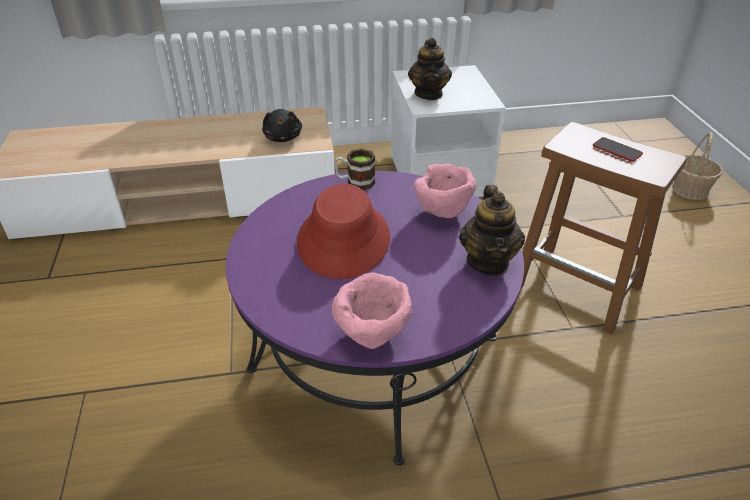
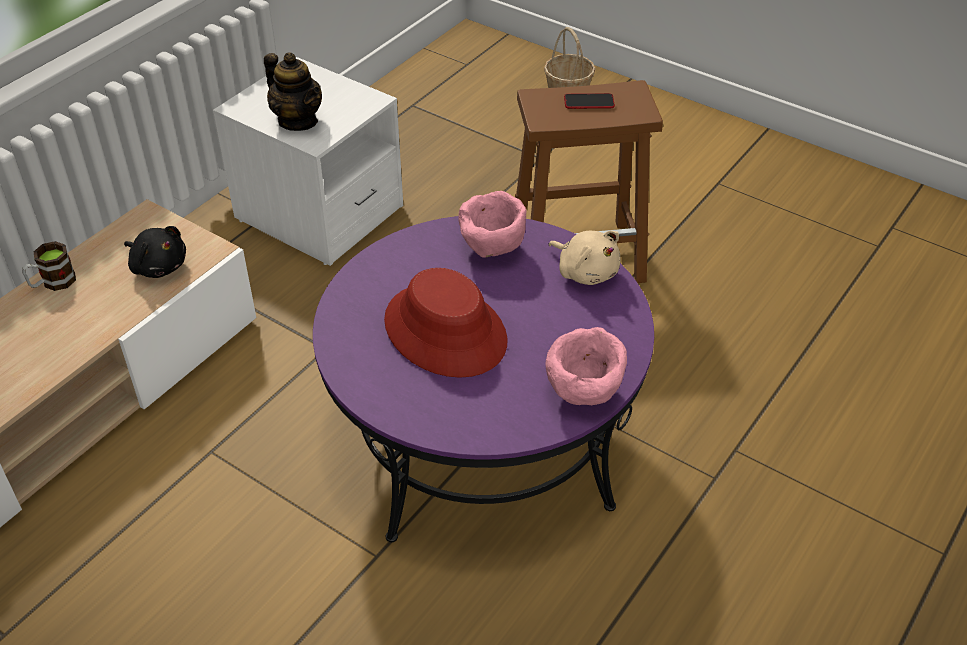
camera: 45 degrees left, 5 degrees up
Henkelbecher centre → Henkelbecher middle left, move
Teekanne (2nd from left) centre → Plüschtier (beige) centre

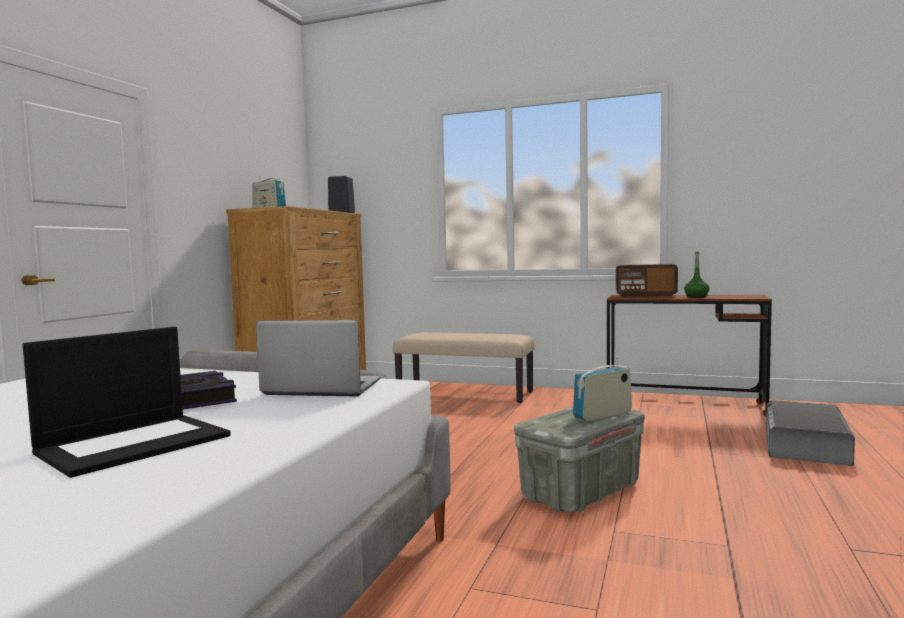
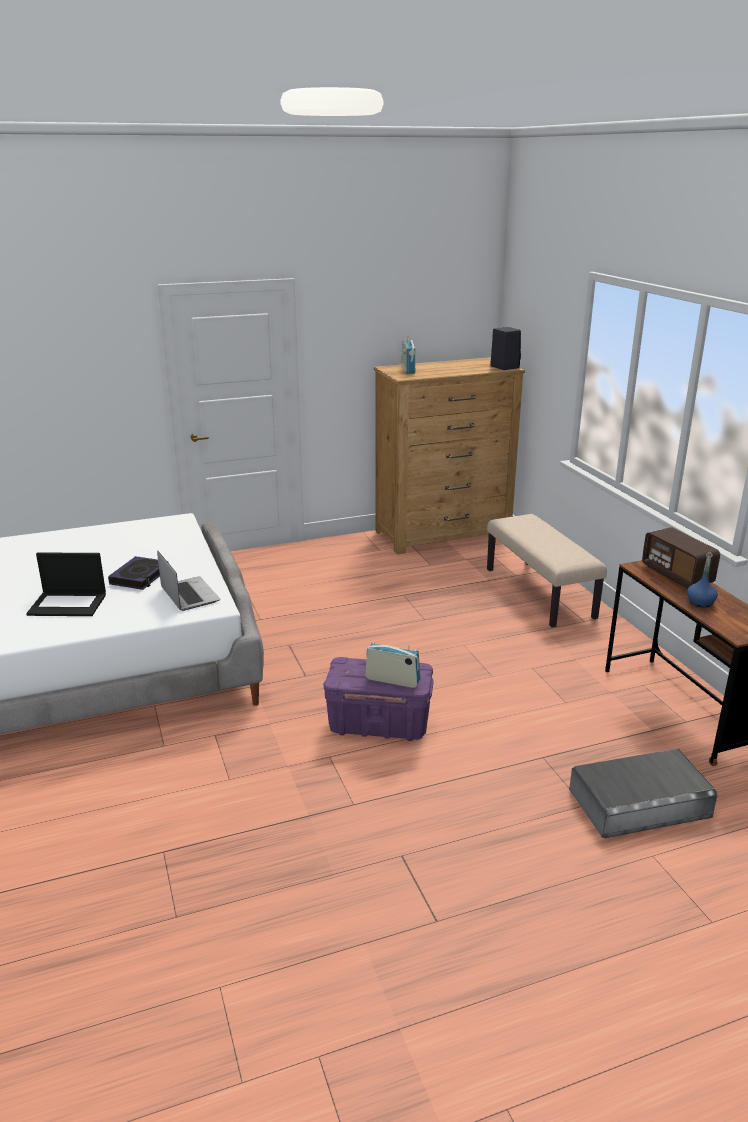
camera: 50 degrees right, 20 degrees up
Aufbewahrungsbox (grau) (1st from left) bottom centre → Aufbewahrungsbox (lila) centre
Flasche (grün) middle right → Flasche (blau) middle right

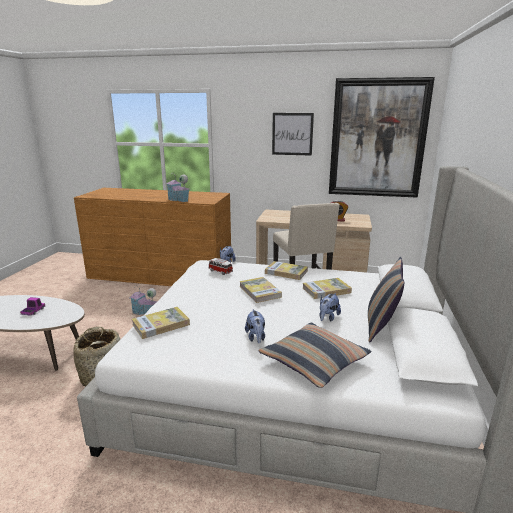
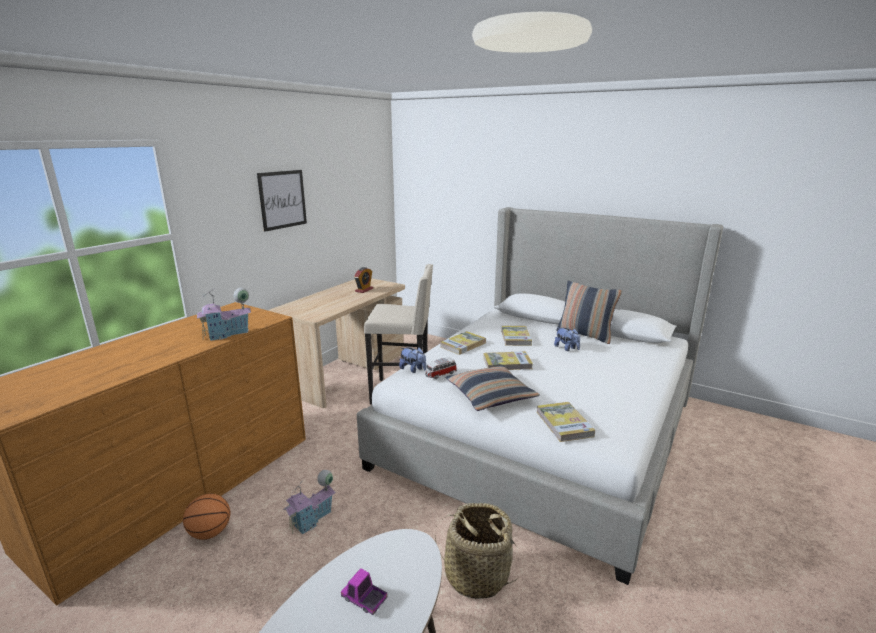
camera: 70 degrees left, 0 degrees up
- → Basketball bottom left
Kissen (1st from left) bottom centre → Kissen (1st from left) centre, move
Plüschtier (2nd from left) centre → -
Bild (2nd from left) top right → -

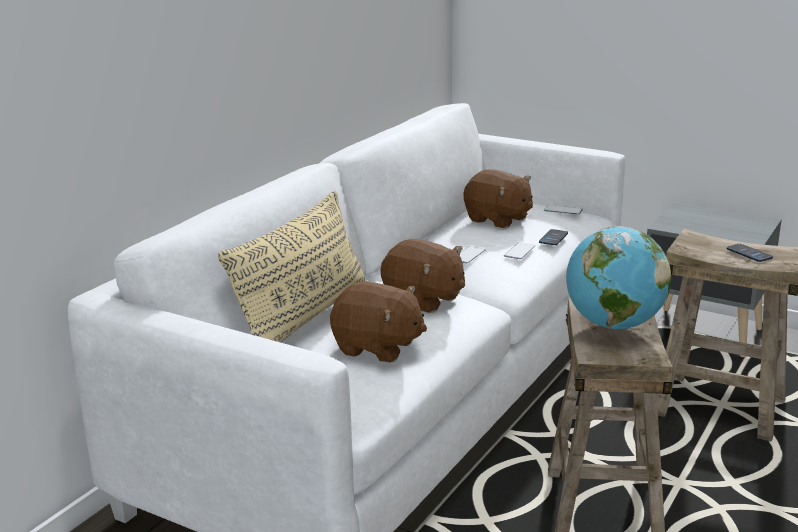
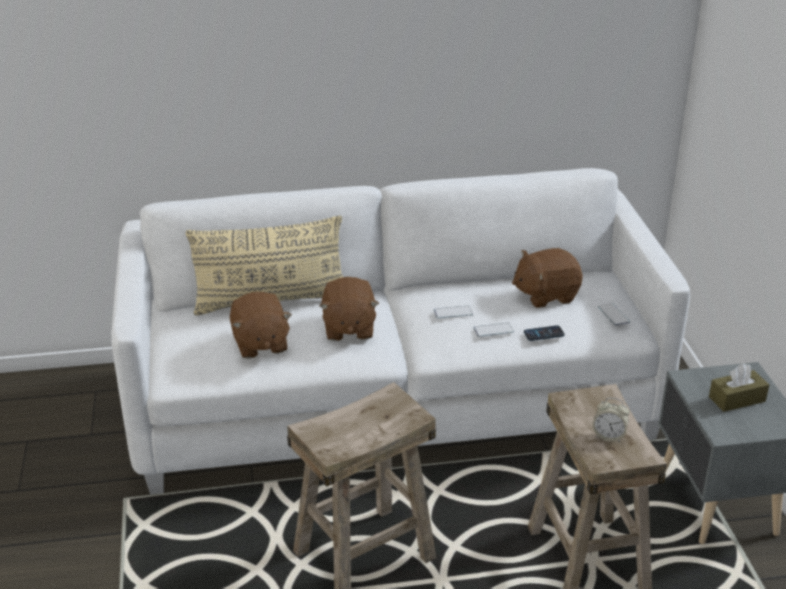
camera: 50 degrees right, 10 degrees up
Plüschtier (braun) (3rd from left) centre → Plüschtier (braun) (3rd from left) middle right, 75 degrees clockwise
Handy (5th from left) middle right → Wecker bottom right
- → Taschentuchbox (braun) middle right
Globus middle right → -

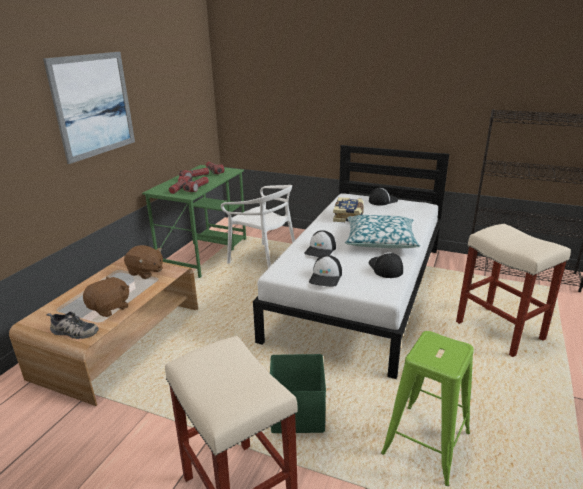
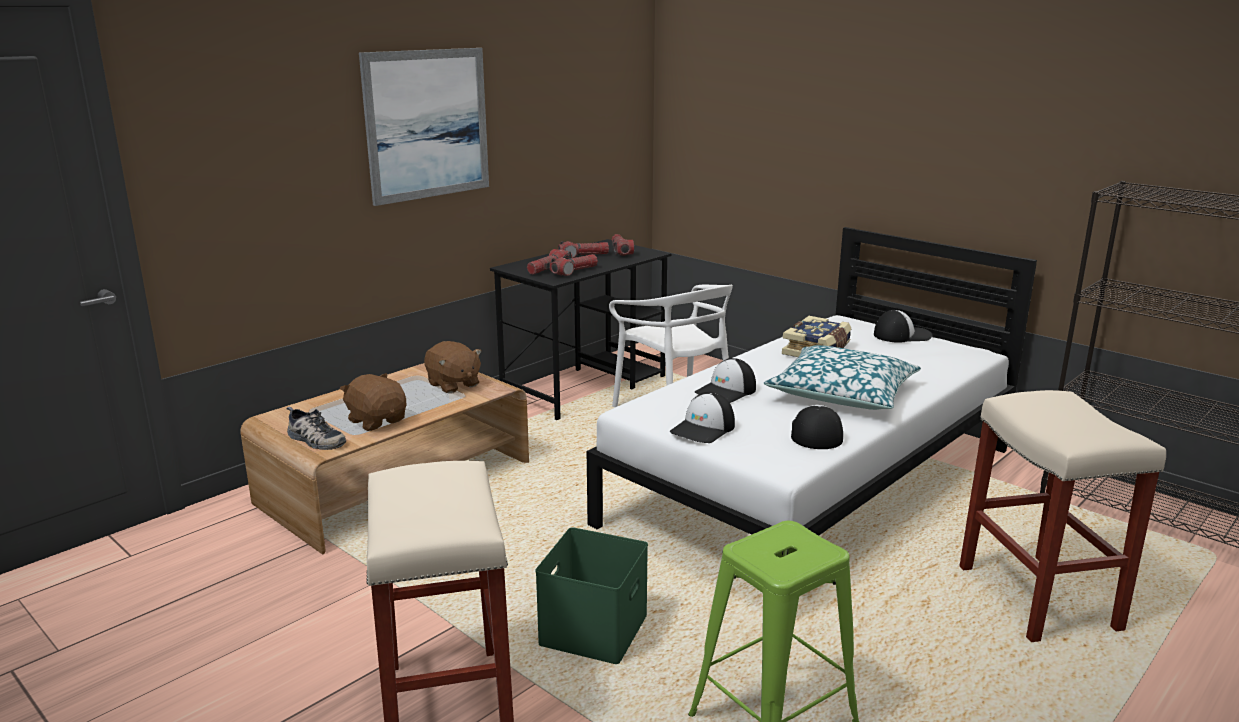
camera: 20 degrees right, 5 degrees down
Plüschtier (braun) (1st from left) middle left, 105 degrees counterclockwise
Schreibtisch (grün) middle left → Schreibtisch (schwarz) centre

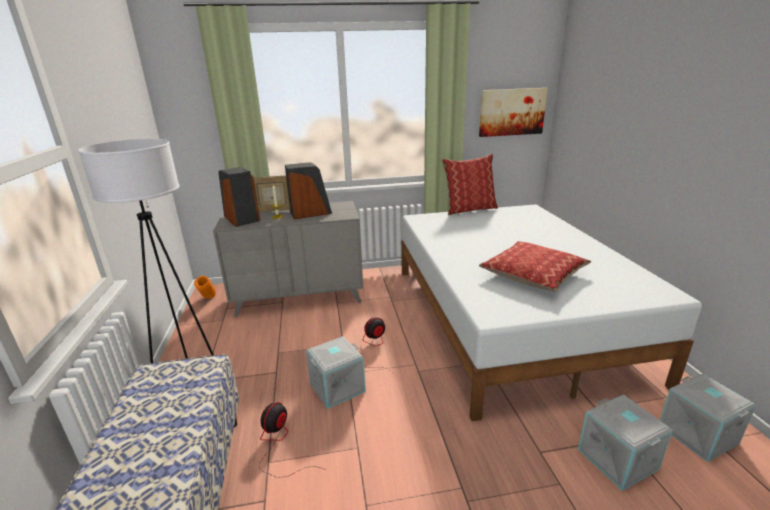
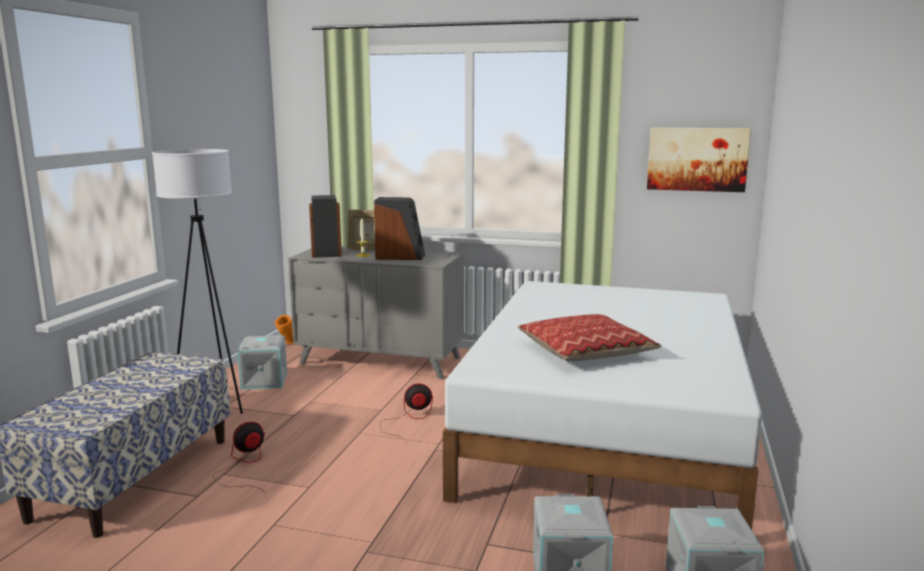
camera: 25 degrees right, 10 degrees down
Aufbewahrungsbox (grau) (1st from left) bottom centre → Aufbewahrungsbox (grau) (1st from left) middle left, move
Kissen (1st from left) centre → -

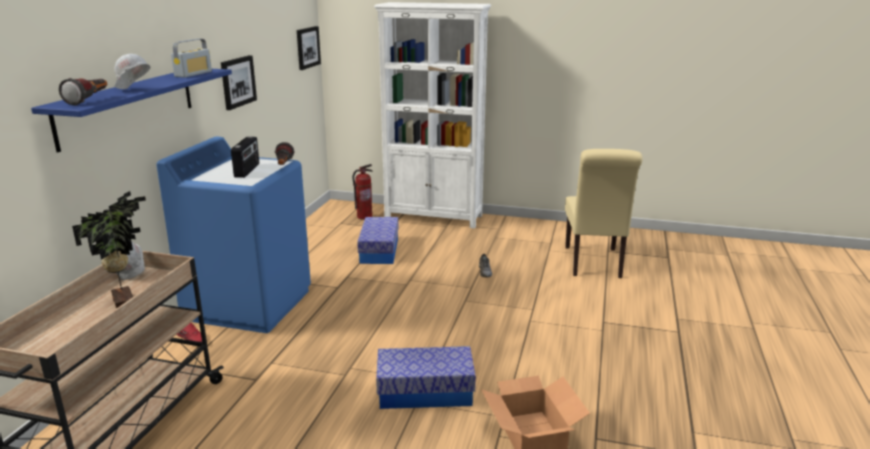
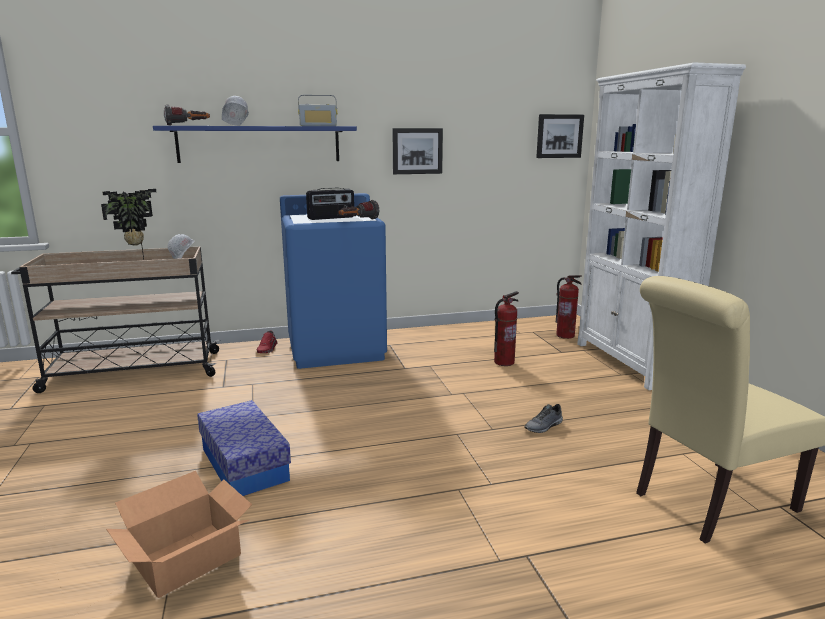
camera: 60 degrees right, 5 degrees down
Aufbewahrungsbox (1st from left) centre → Feuerlöscher (1st from left) centre

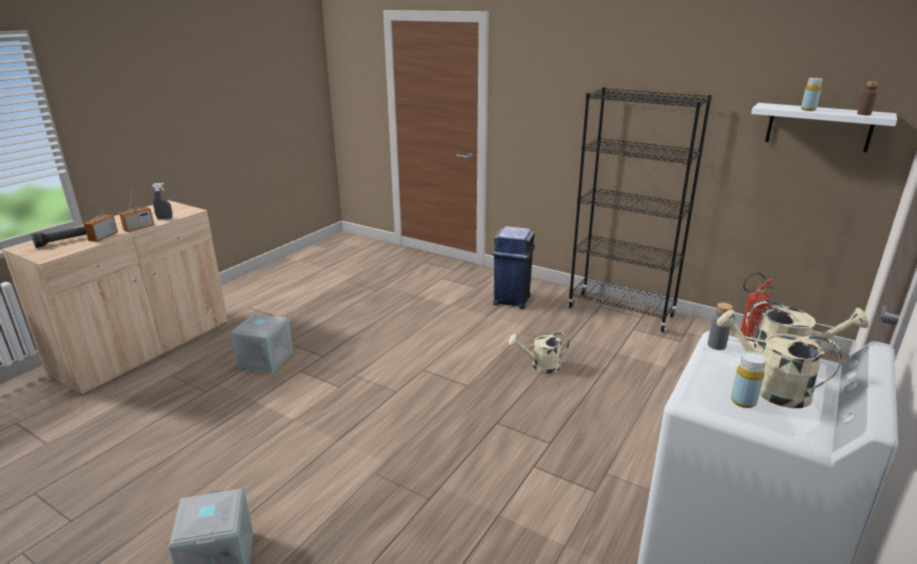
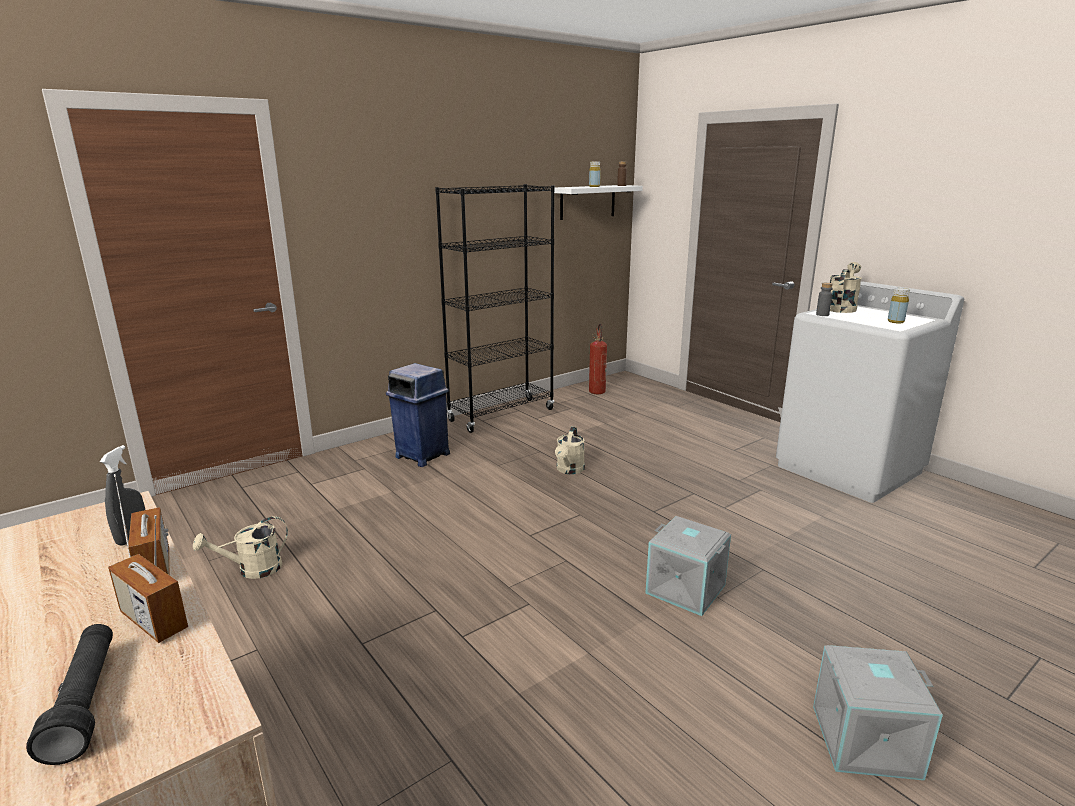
camera: 70 degrees left, 5 degrees down
Gießkanne (beige) (2nd from left in the first image) middle right → Gießkanne (beige) (1st from left) bottom left, move
Aufbewahrungsbox (grau) (2nd from left in the first image) middle left → Aufbewahrungsbox (grau) (1st from left) bottom centre, move

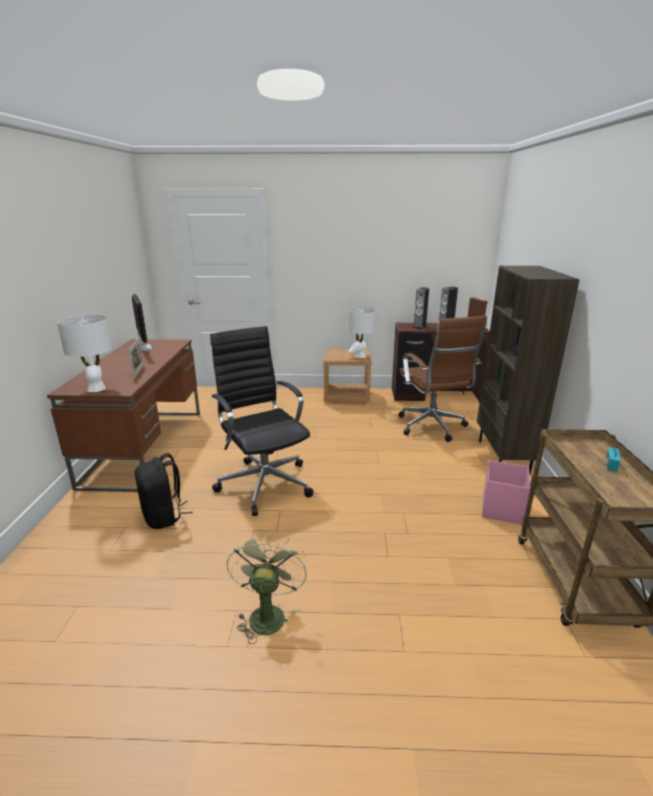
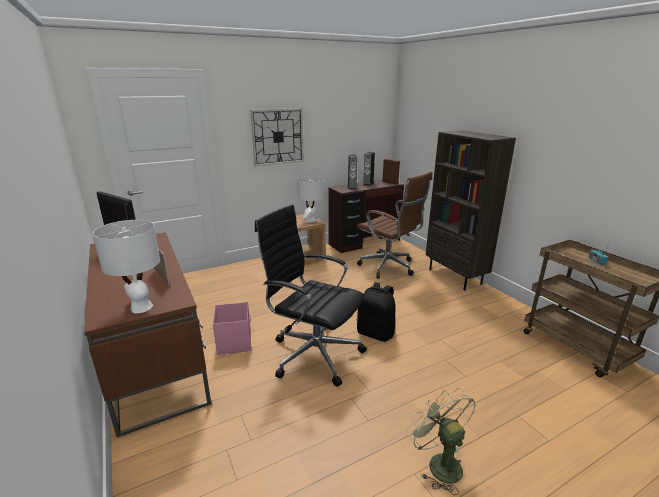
camera: 30 degrees left, 0 degrees up
Aufbewahrungsbox (rosa) middle right → Aufbewahrungsbox (rosa) centre, move
- → Wanduhr top centre
Rucksack (schwarz) middle left → Rucksack (schwarz) centre, move

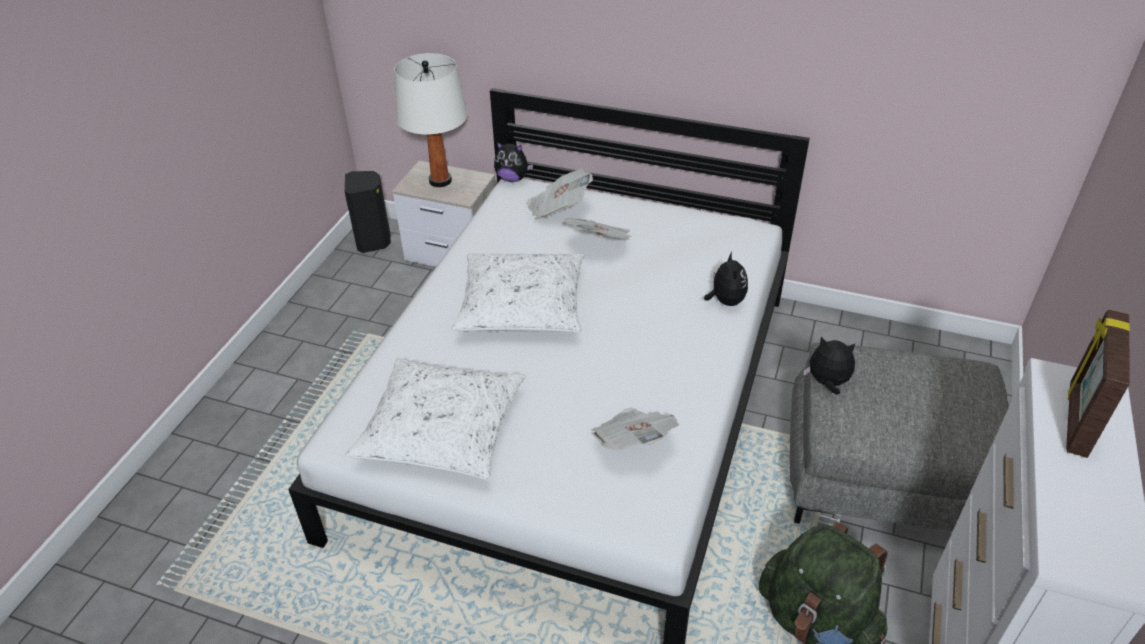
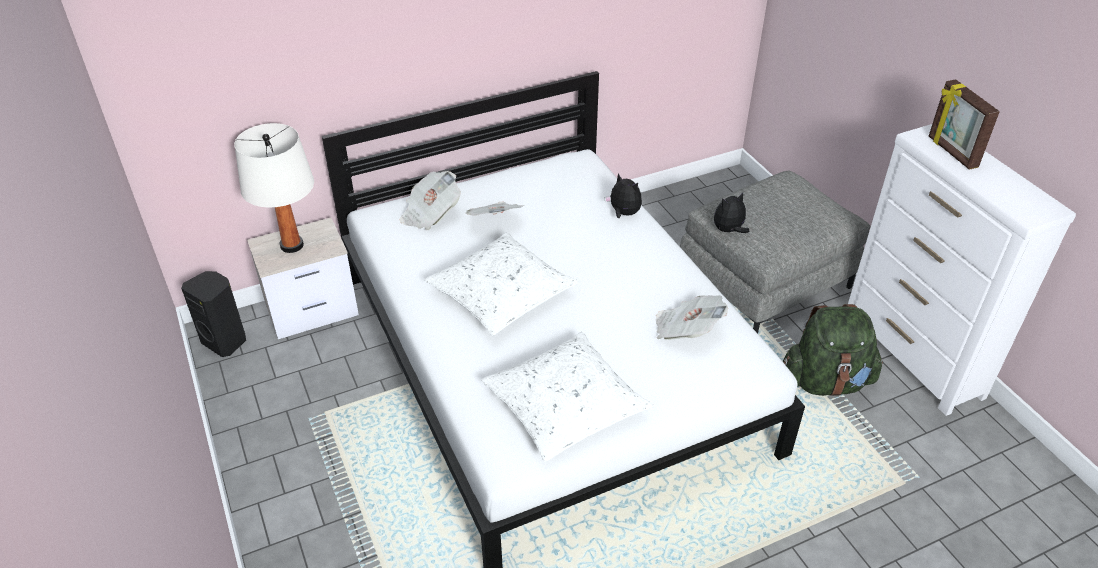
camera: 45 degrees left, 0 degrees up
Plüschtier (1st from left) top centre → -

